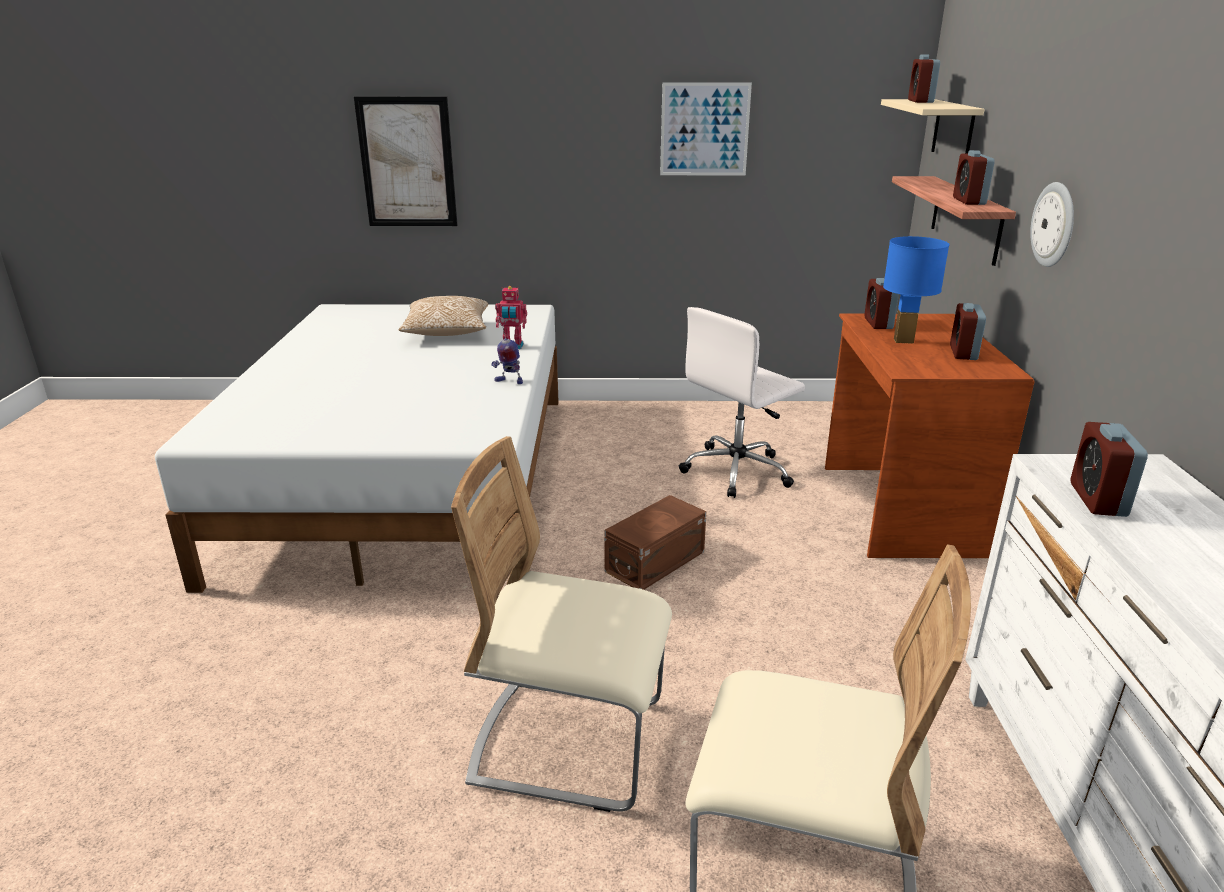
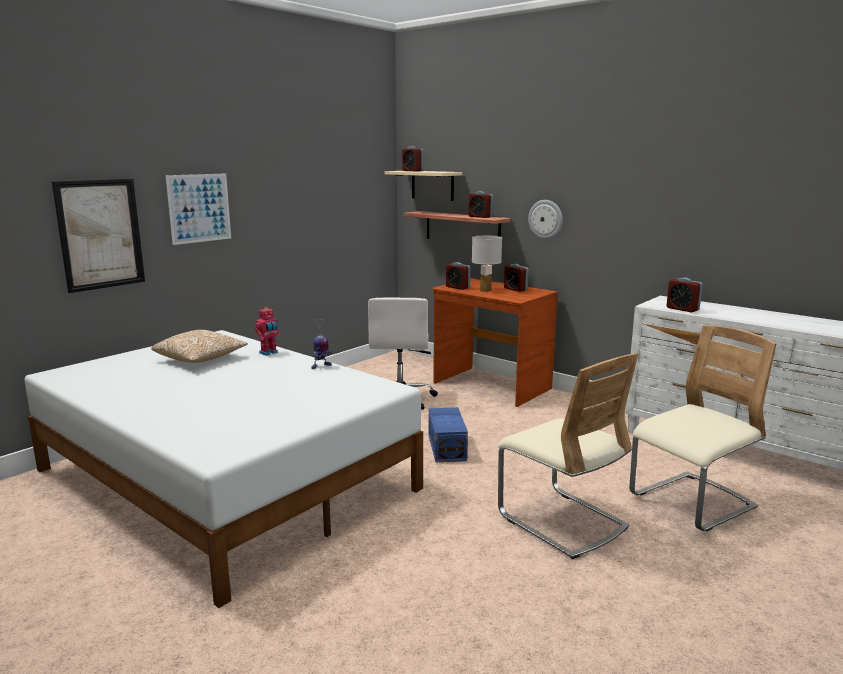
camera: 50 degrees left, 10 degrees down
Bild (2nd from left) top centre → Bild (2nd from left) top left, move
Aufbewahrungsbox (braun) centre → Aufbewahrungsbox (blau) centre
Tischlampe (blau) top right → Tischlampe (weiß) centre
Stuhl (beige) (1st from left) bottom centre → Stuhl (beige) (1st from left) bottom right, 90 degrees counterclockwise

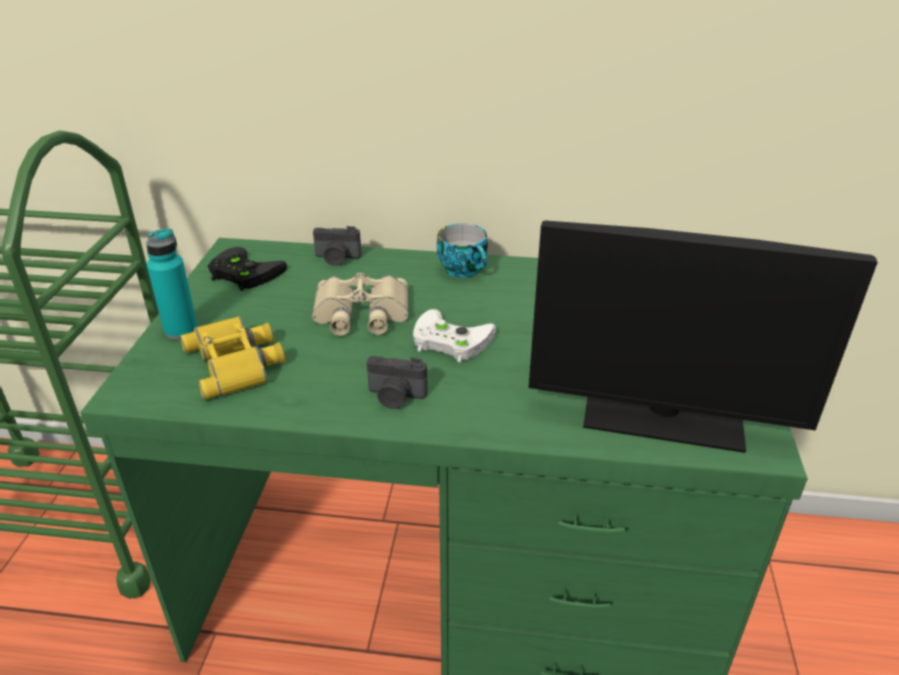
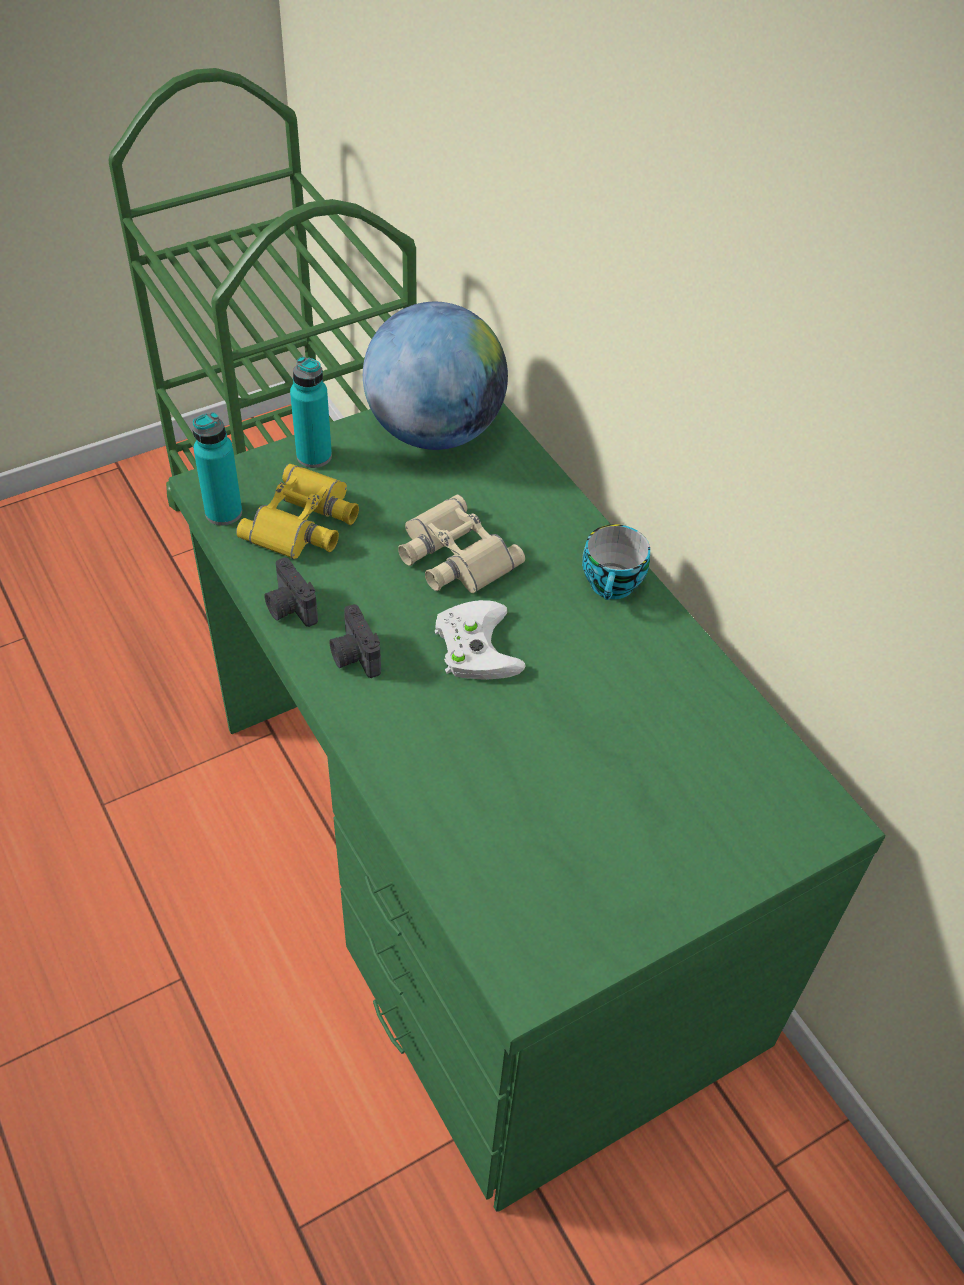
camera: 50 degrees right, 15 degrees up
- → Flasche (türkis) (1st from left) middle left
Kamera (1st from left) centre → Kamera (1st from left) middle left, move
Gamepad (schwarz) middle left → Globus top centre
Monitor middle right → -

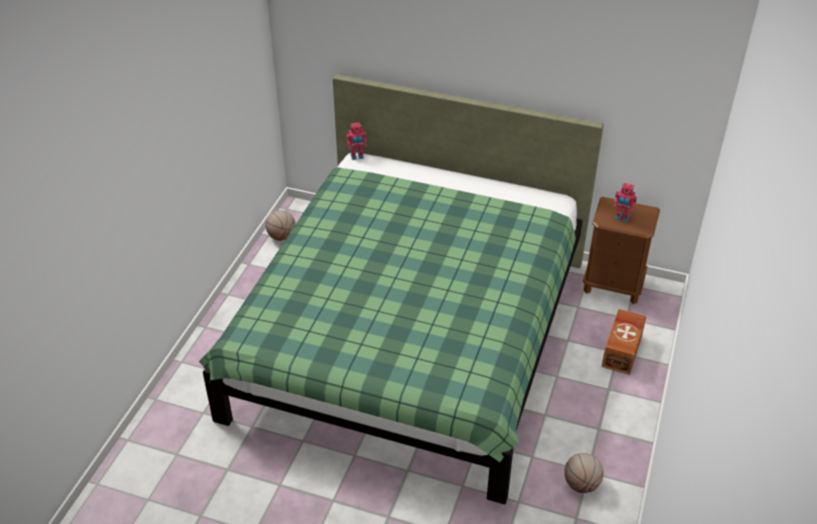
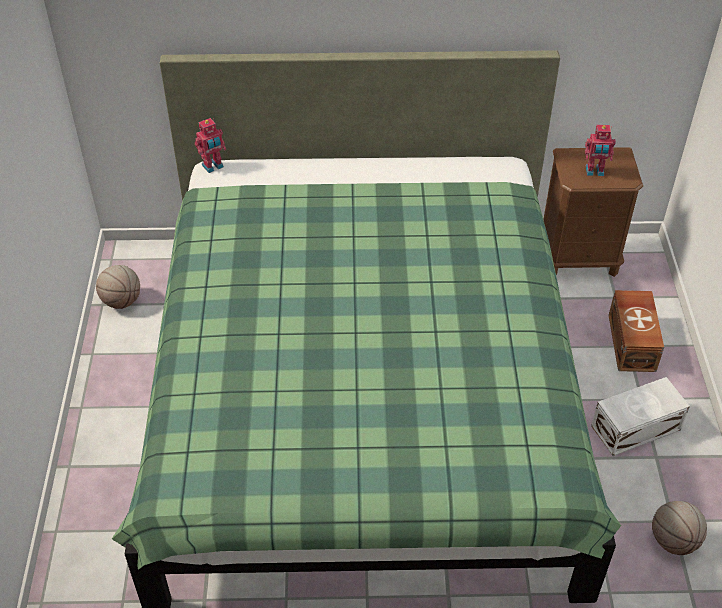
camera: 20 degrees left, 5 degrees up
- → Aufbewahrungsbox (weiß) bottom right

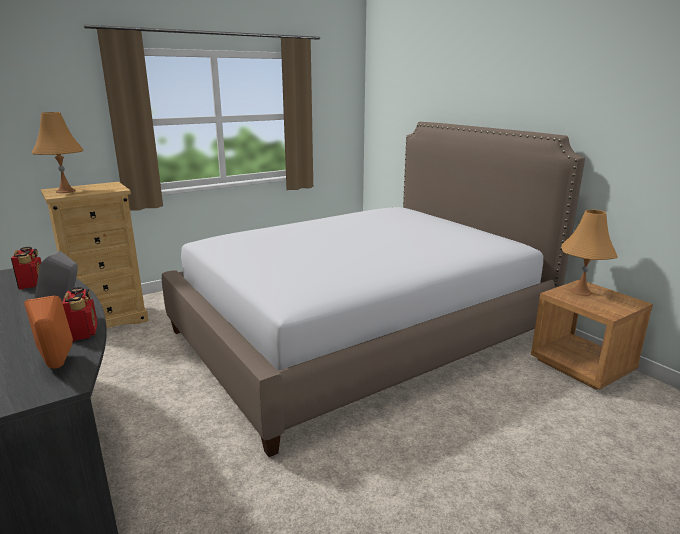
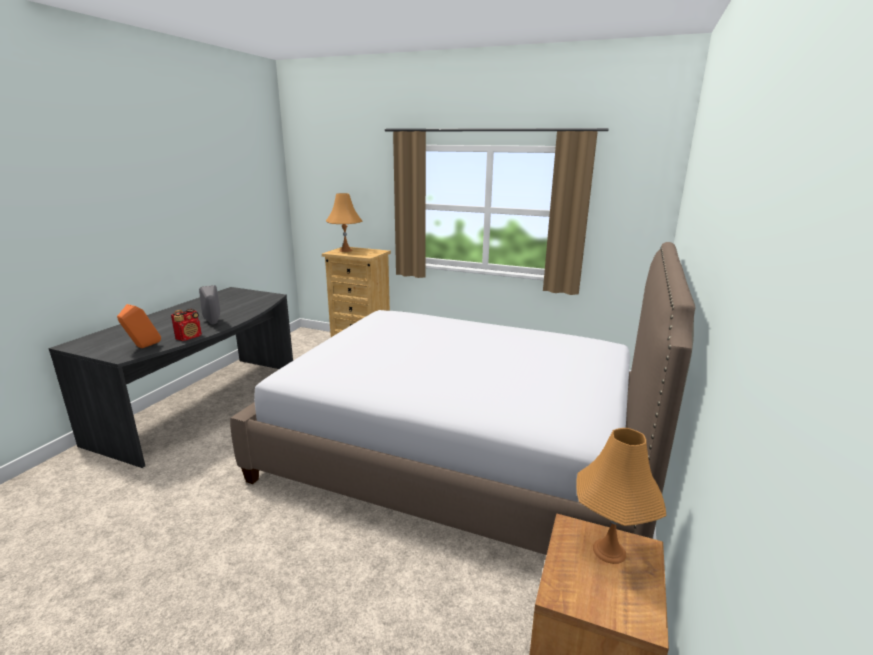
camera: 55 degrees right, 0 degrees up
Radio (1st from left) middle left → -

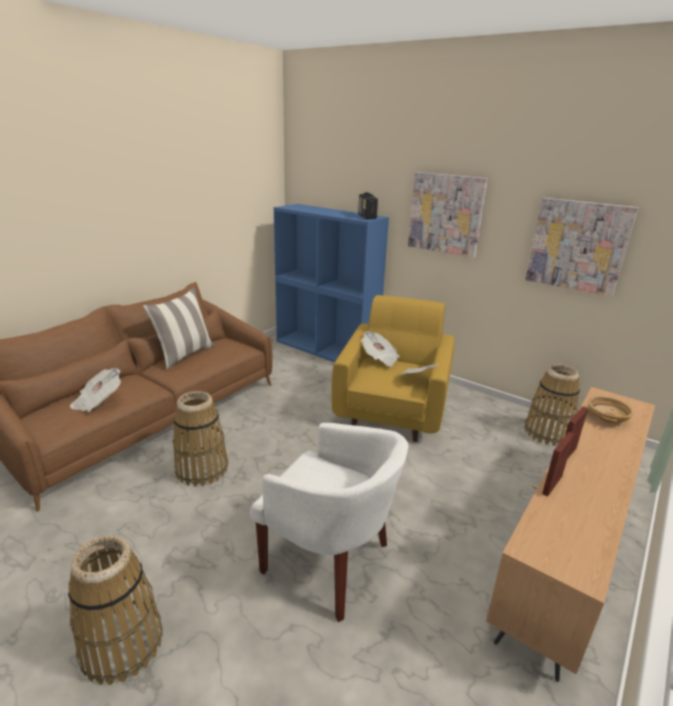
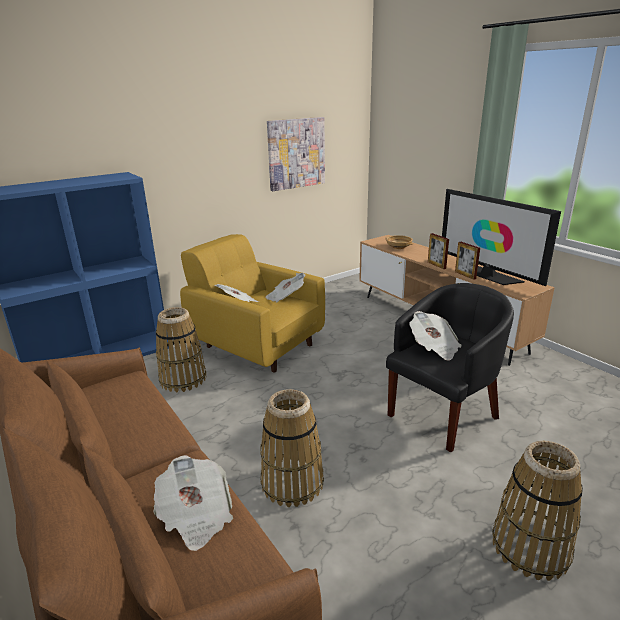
camera: 70 degrees left, 0 degrees up
Korb (3rd from left in the first image) middle right → Korb (1st from left) middle left, move
Sessel (weiß) bottom centre → Sessel (schwarz) middle right
- → Zeitung (4th from left) middle right
- → Fernseher middle right
Kissen middle left → -
Radio top centre → -
Bild (1st from left) top centre → -

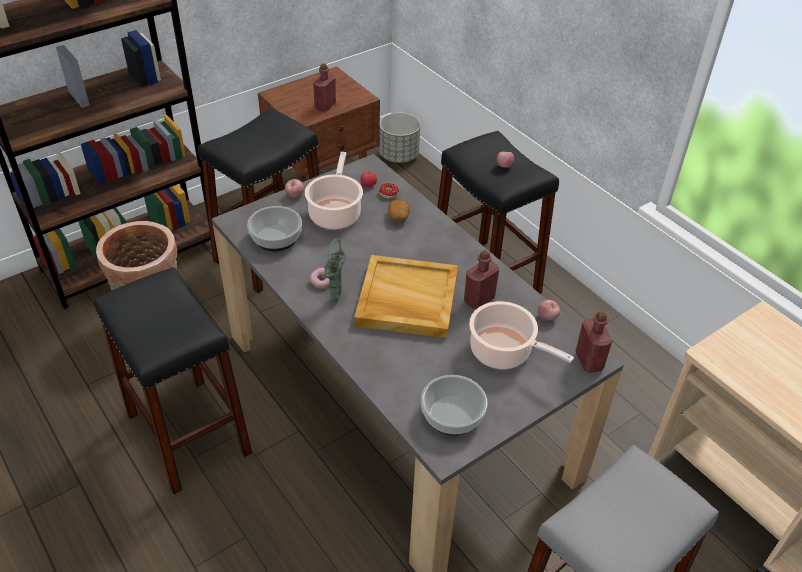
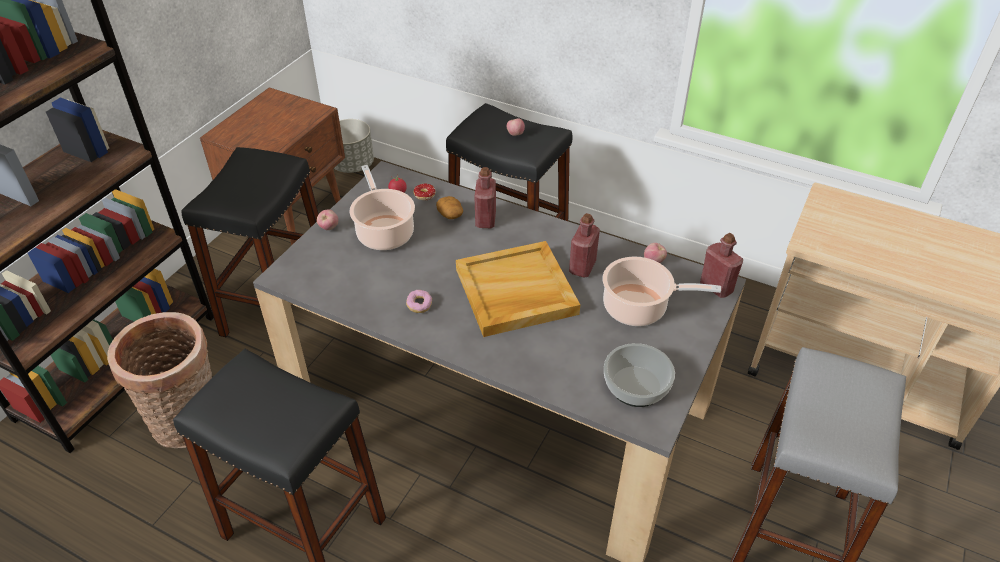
camera: 25 degrees left, 0 degrees up
Flasche (rot) (1st from left) top centre → Flasche (rot) (1st from left) centre, move
Schüssel (1st from left) centre → -
Vase (grün) centre → -

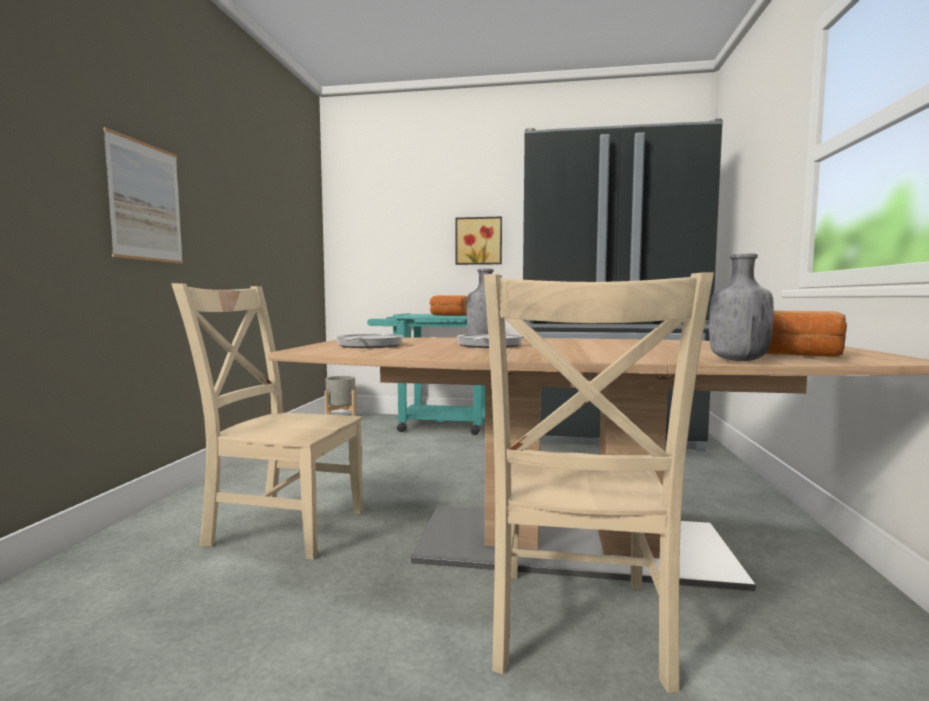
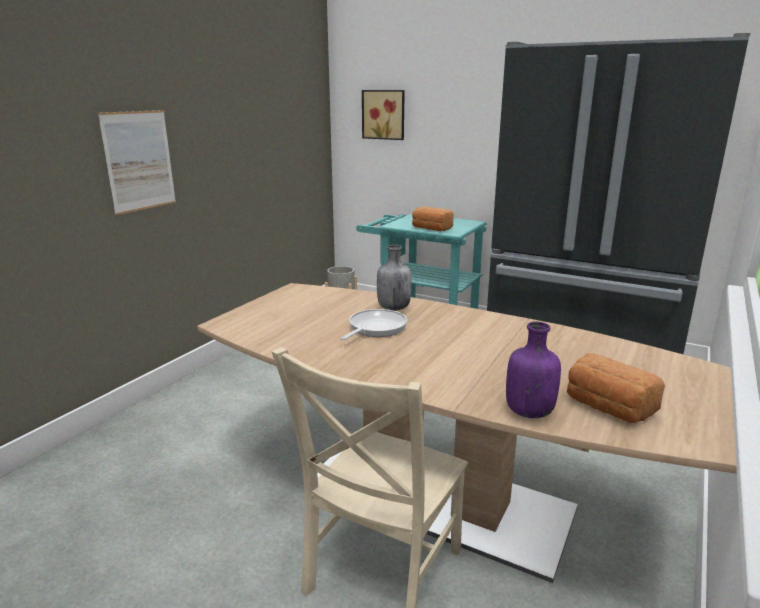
camera: 20 degrees right, 15 degrees up
Bild (2nd from left) centre → Bild (2nd from left) top centre, move
Flasche (grau) (2nd from left) middle right → Flasche (lila) middle right
Stuhl (beige) (1st from left) middle left → -
Pfanne (1st from left) centre → -

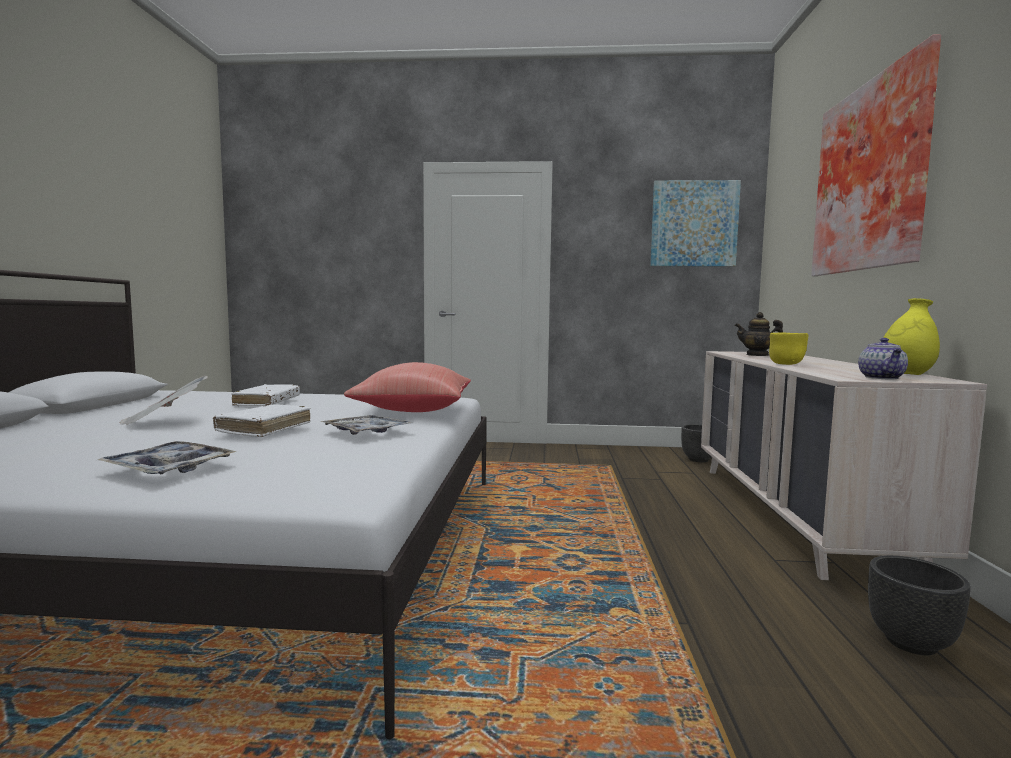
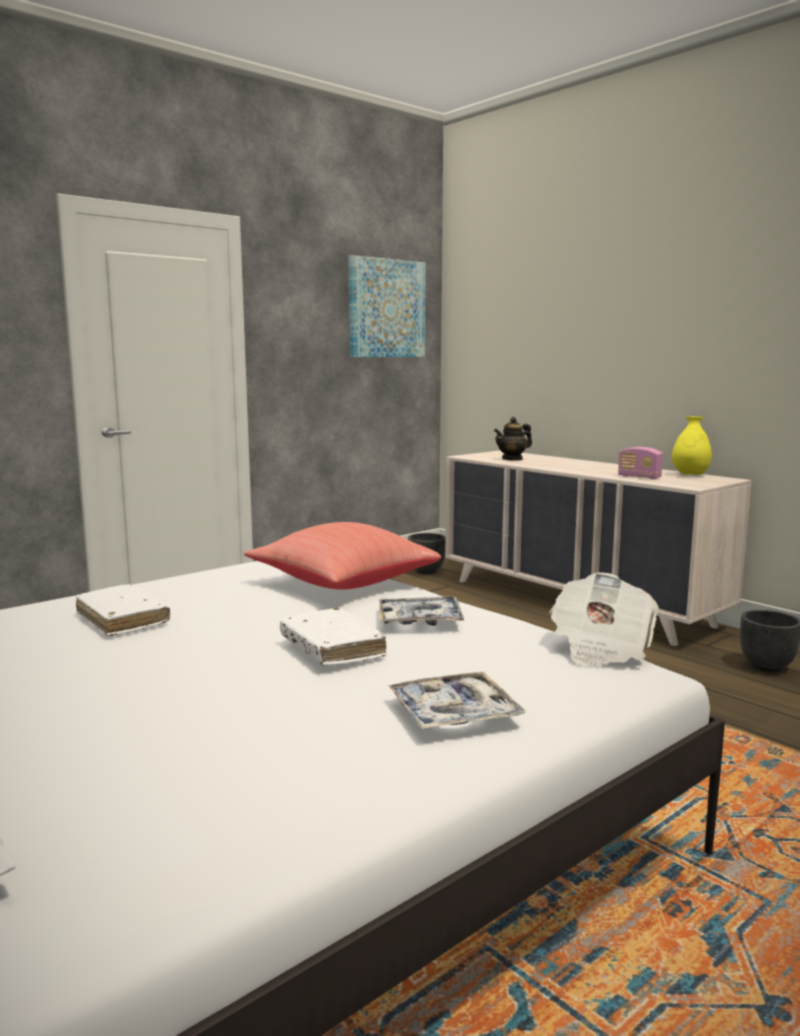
camera: 45 degrees left, 5 degrees up
Zeitung middle left → Zeitung middle right, move
- → Radio middle right
Schüssel (gelb) middle right → -
Bild (2nd from left) top right → -
Teekanne (2nd from left) middle right → -

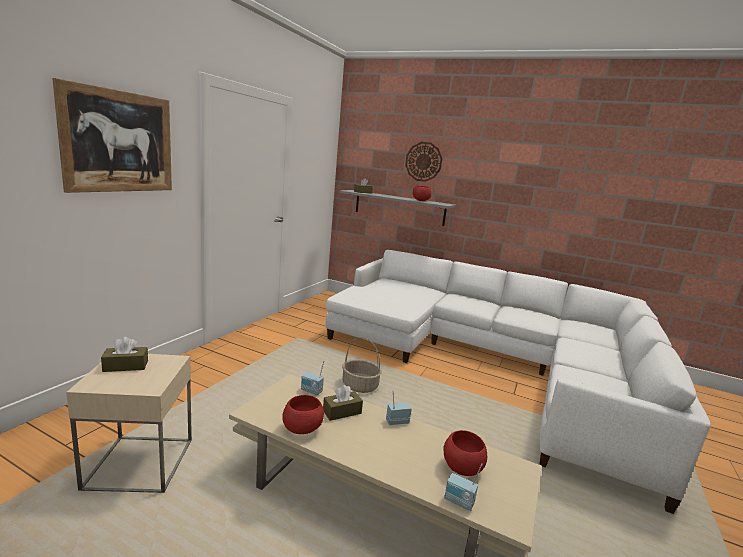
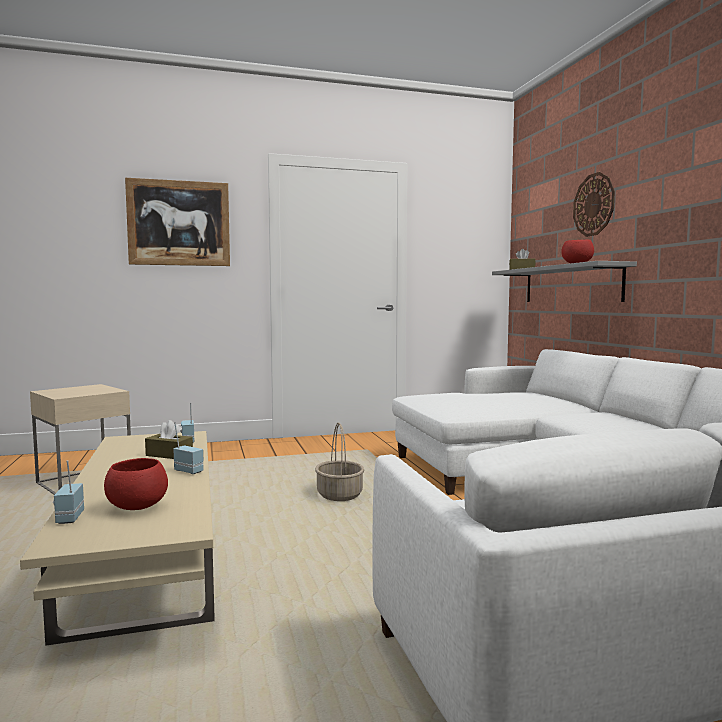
camera: 50 degrees right, 10 degrees down
Taschentuchbox (braun) (1st from left) middle left → -
Schüssel (rot) (1st from left) bottom centre → -

